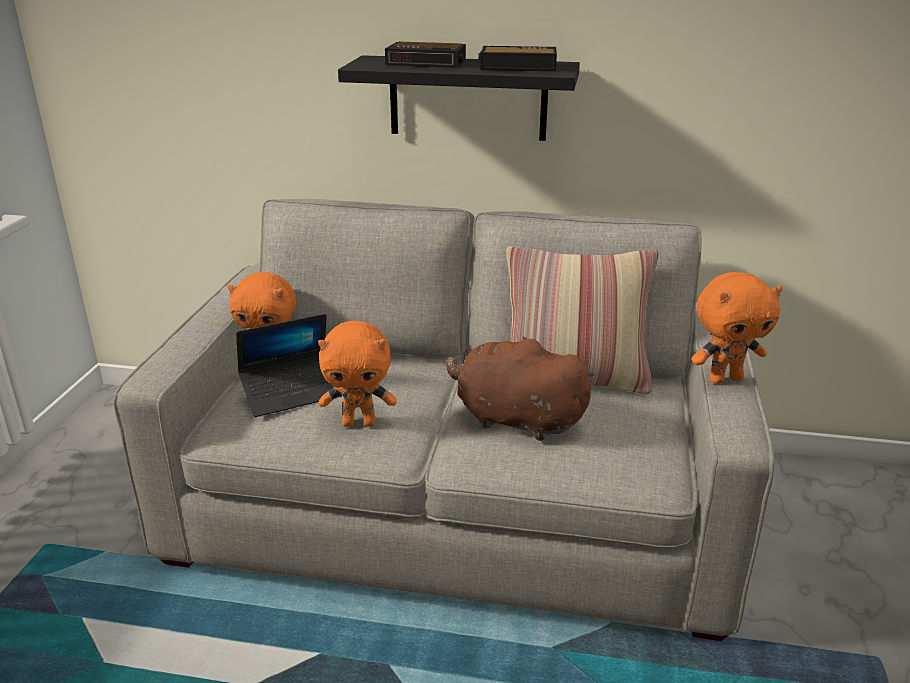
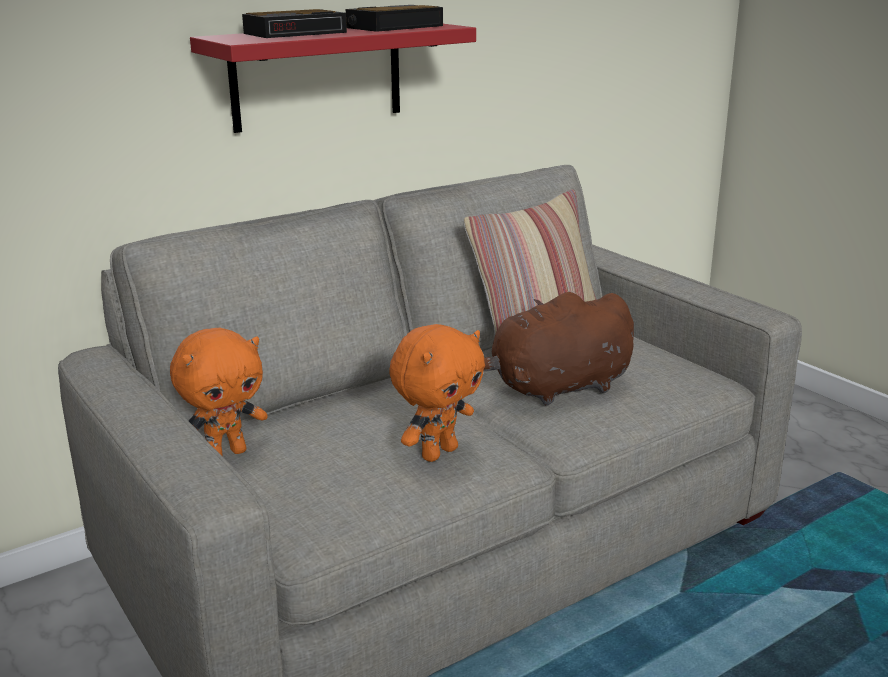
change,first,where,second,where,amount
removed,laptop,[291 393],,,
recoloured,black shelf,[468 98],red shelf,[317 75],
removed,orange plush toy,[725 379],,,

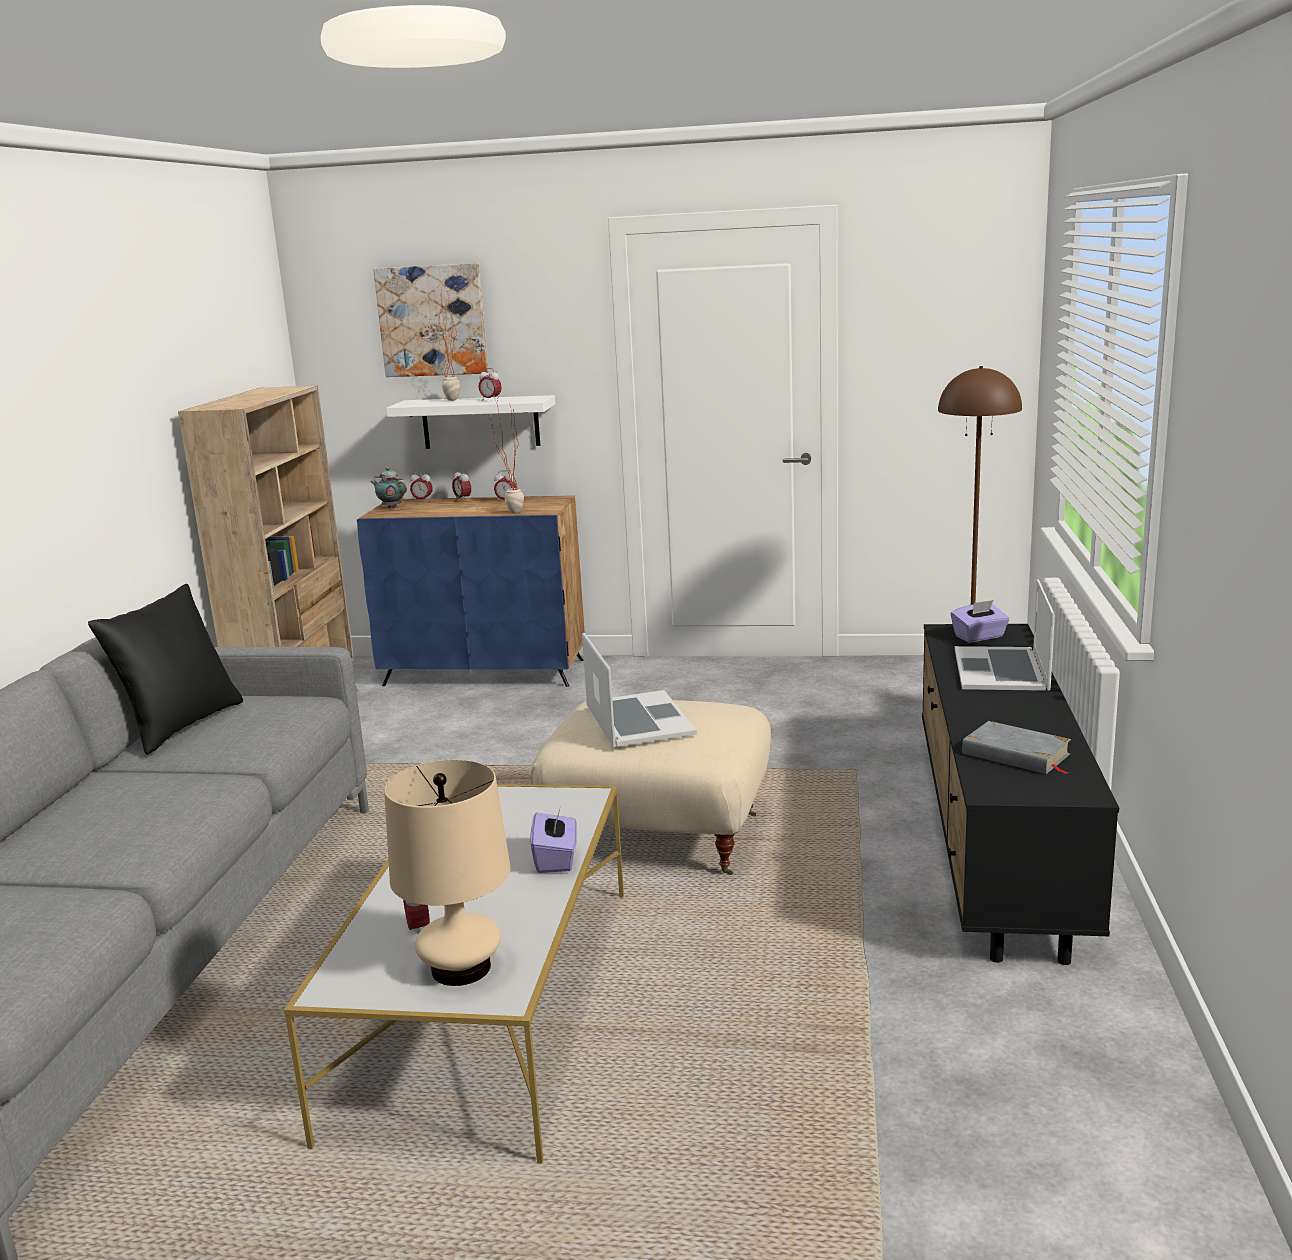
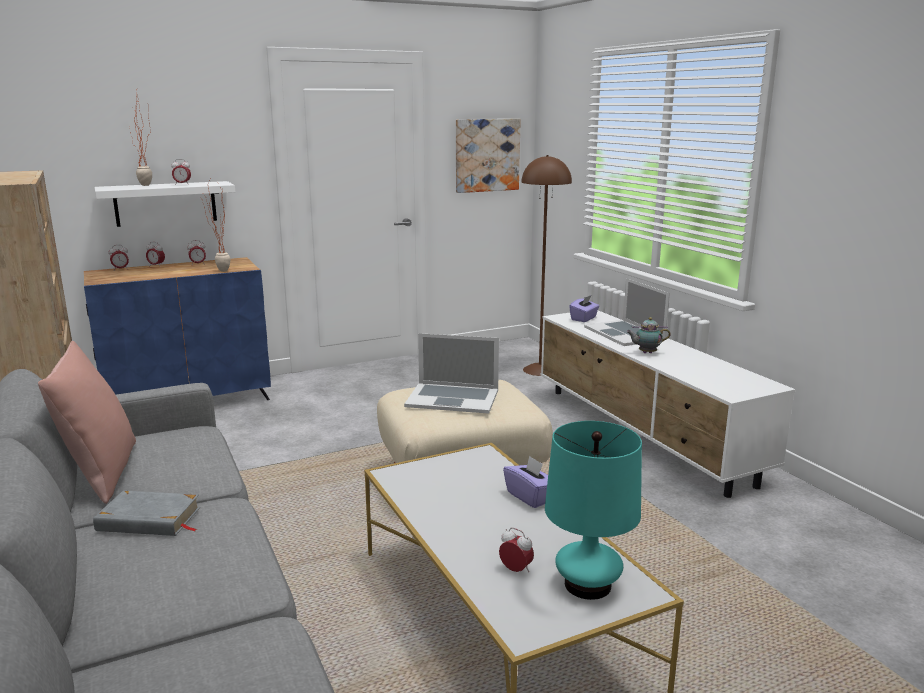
change,first,where,second,where,amount
recoloured,black pillow,[181 726],pink pillow,[101 474],
moved,teapot,[391 507],,[646 353],
moved,picture,[432 320],,[486 155],
recoloured,beige table lamp,[461 968],turquoise table lamp,[587 584],
turned,laptop,[638 719],,[452 398],150 degrees clockwise
recoloured,black tv stand,[994 839],white tv stand,[643 434],
moved,grey book,[1016 754],,[149 520],

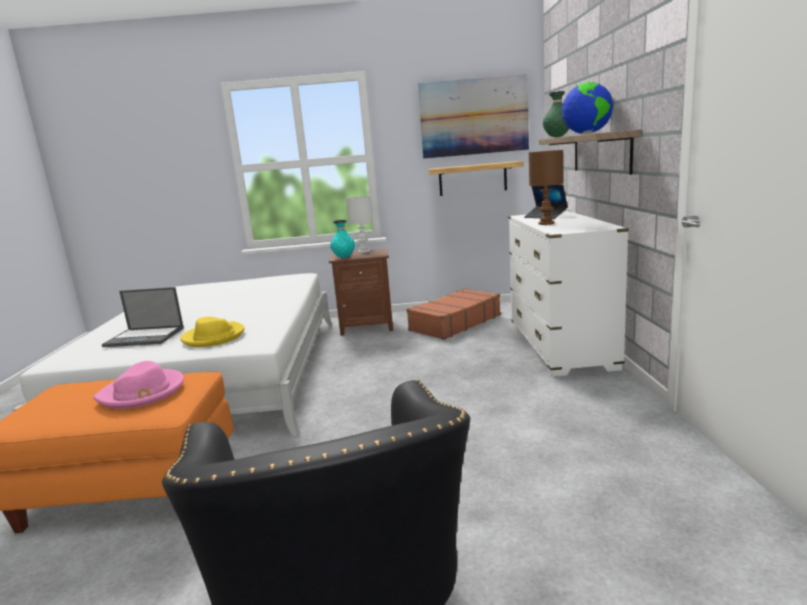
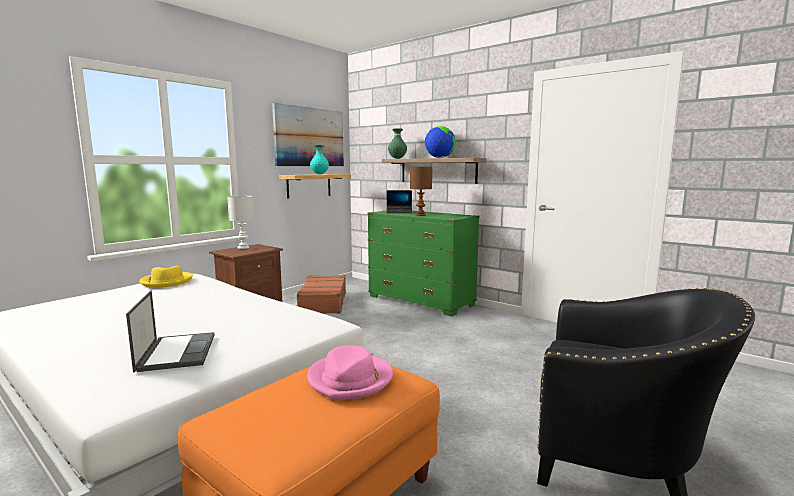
change,first,where,second,where,amount
turned,laptop,[145 337],,[177 351],60 degrees counterclockwise
moved,yellow hat,[213 337],,[166 281],
moved,turquoise vase,[344 257],,[319 174],
recoloured,white dresser,[560 347],green dresser,[420 301],

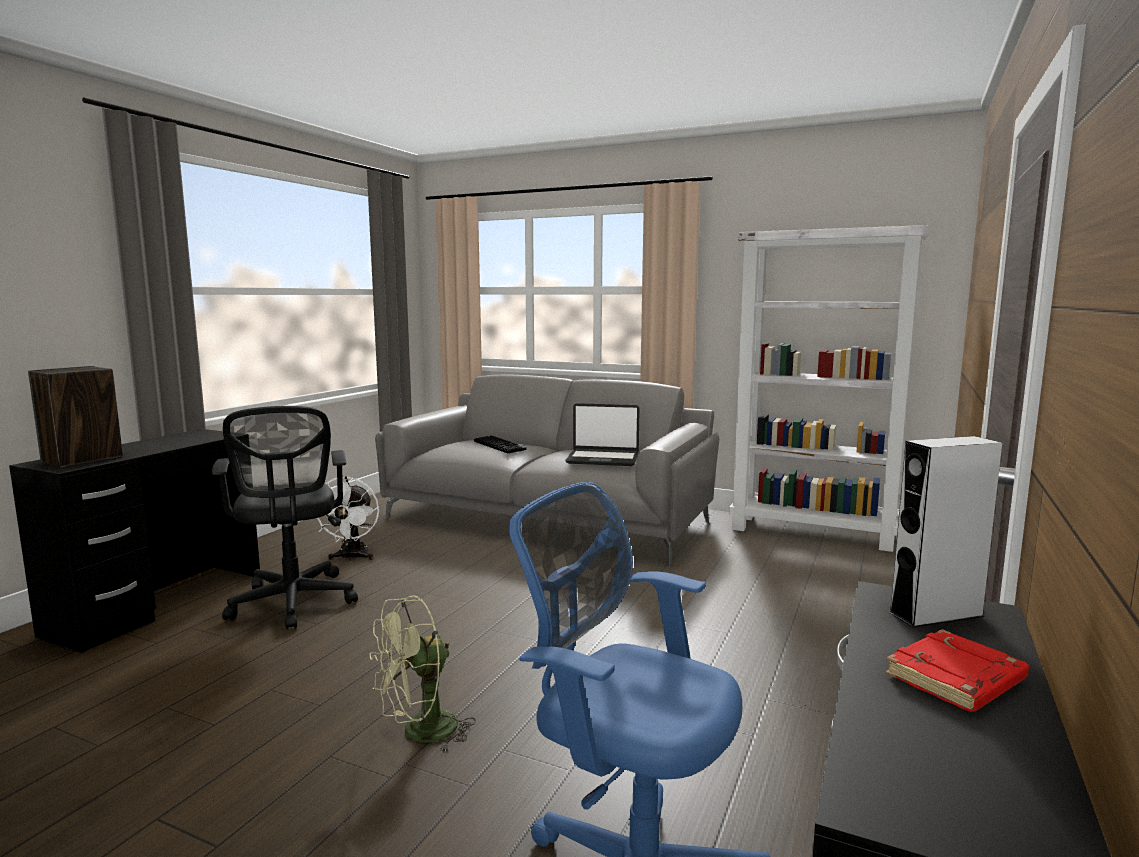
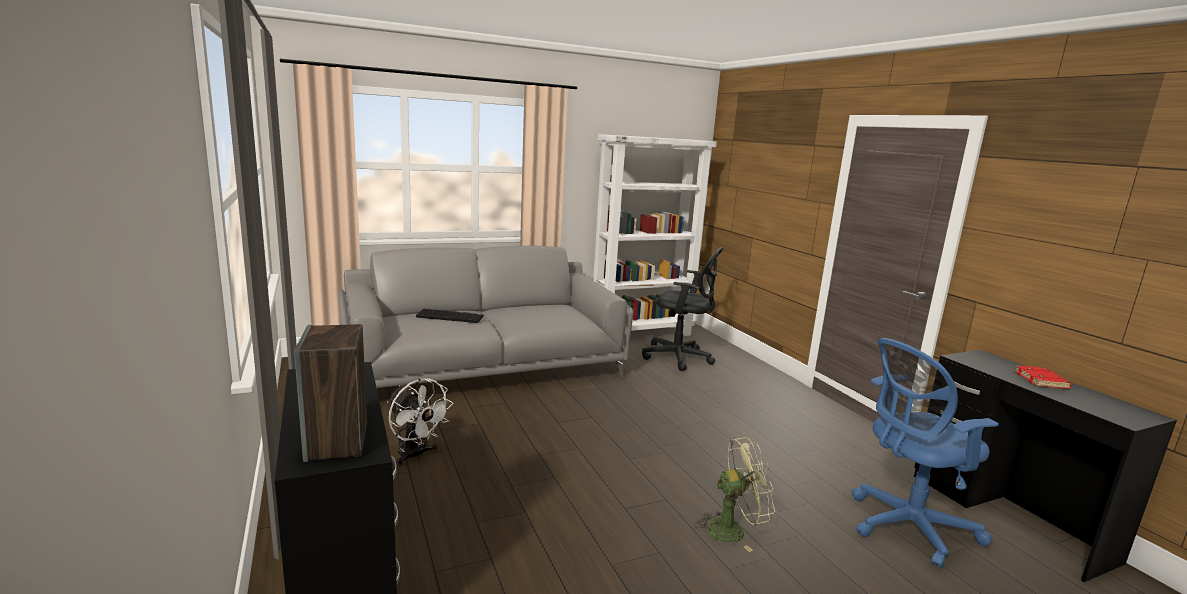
change,first,where,second,where,amount
moved,black office chair,[293 604],,[680 358],
turned,green fan,[420 733],,[733 529],105 degrees counterclockwise
removed,laptop,[602 459],,,
removed,grey speaker,[935 614],,,

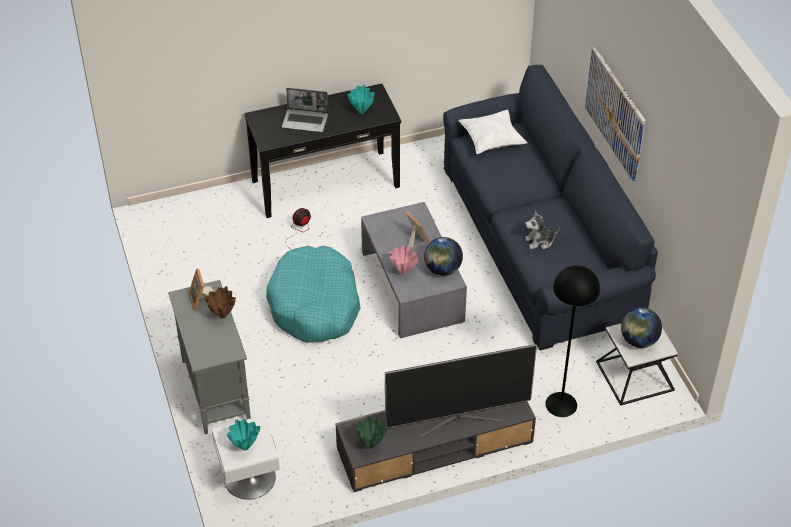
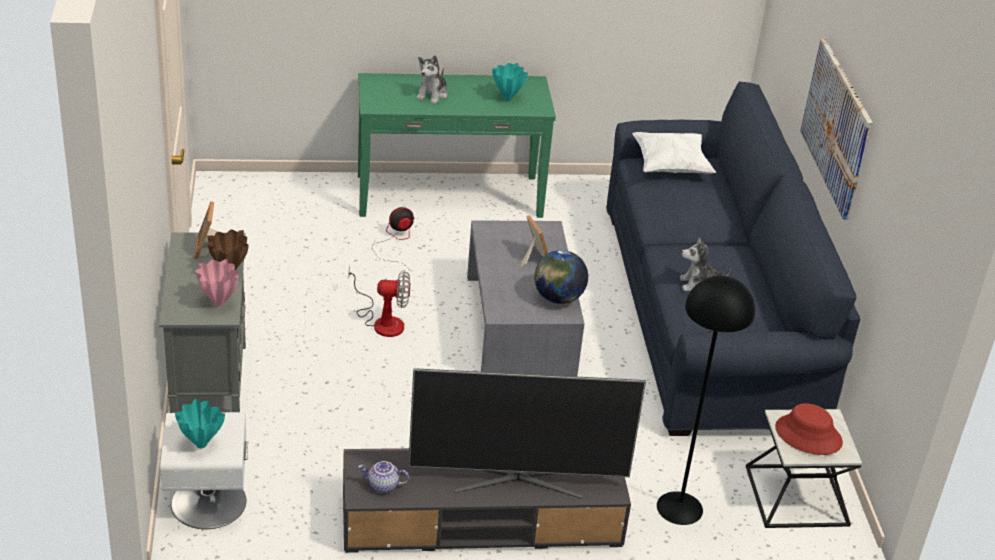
change,first,where,second,where,amount
recoloured,black console table,[325 183],green console table,[449 195],
replaced,turquoise dog bed,[315 305],fan,[382 321],
replaced,laptop,[306 121],plush toy,[432 94],
replaced,green vase,[371 445],teapot,[382 486],
moved,pink vase,[403 272],,[218 303],
replaced,globe,[638 340],red hat,[808 435],

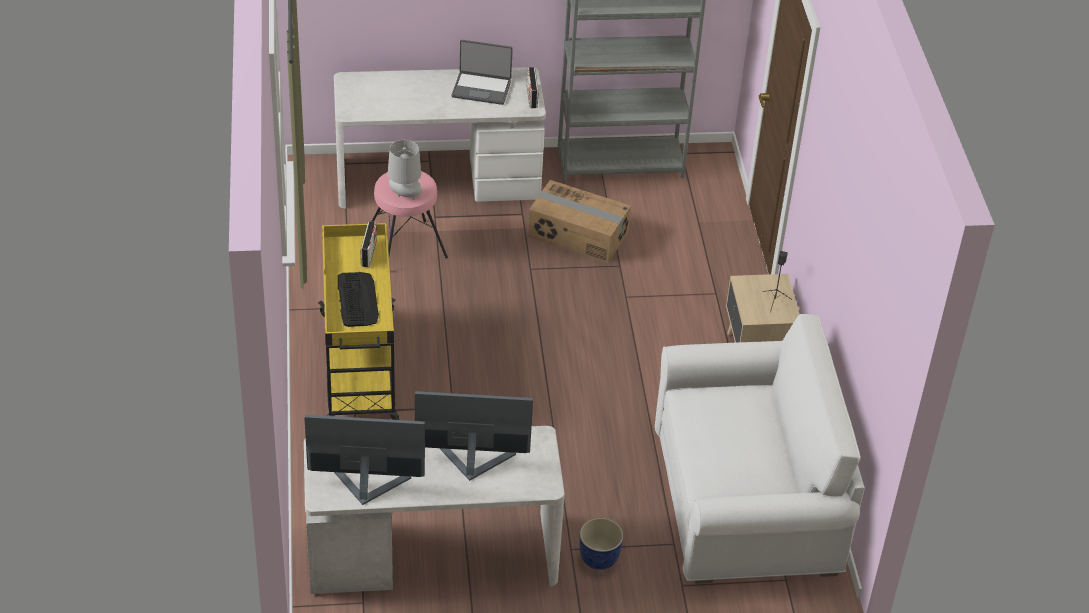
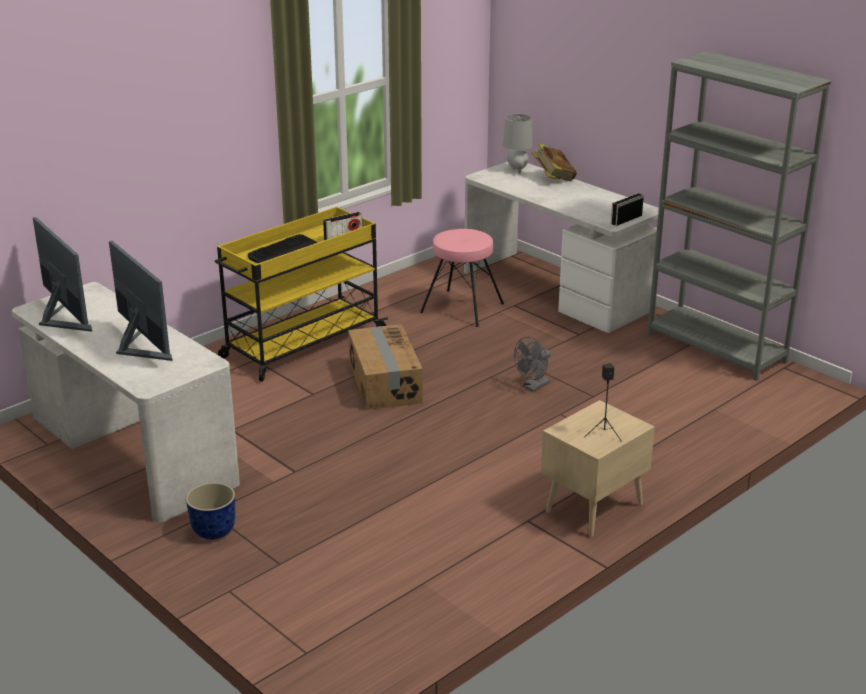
change,first,where,second,where,amount
moved,grey table lamp,[404 196],,[516 170],
removed,laptop,[481 88],,,
moved,cardboard box,[578 235],,[384 383],
removed,white sofa,[745 501],,,
added,,,grey fan,[533 386],
added,,,book,[553 179],

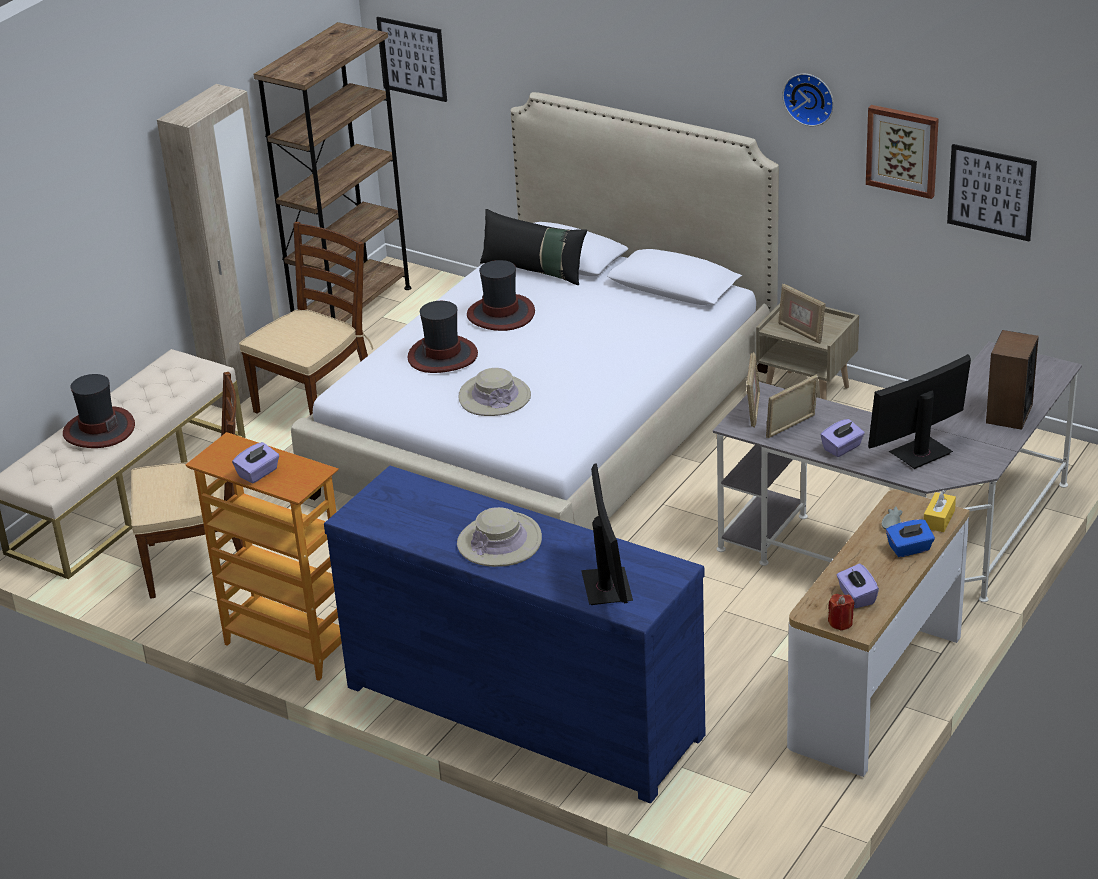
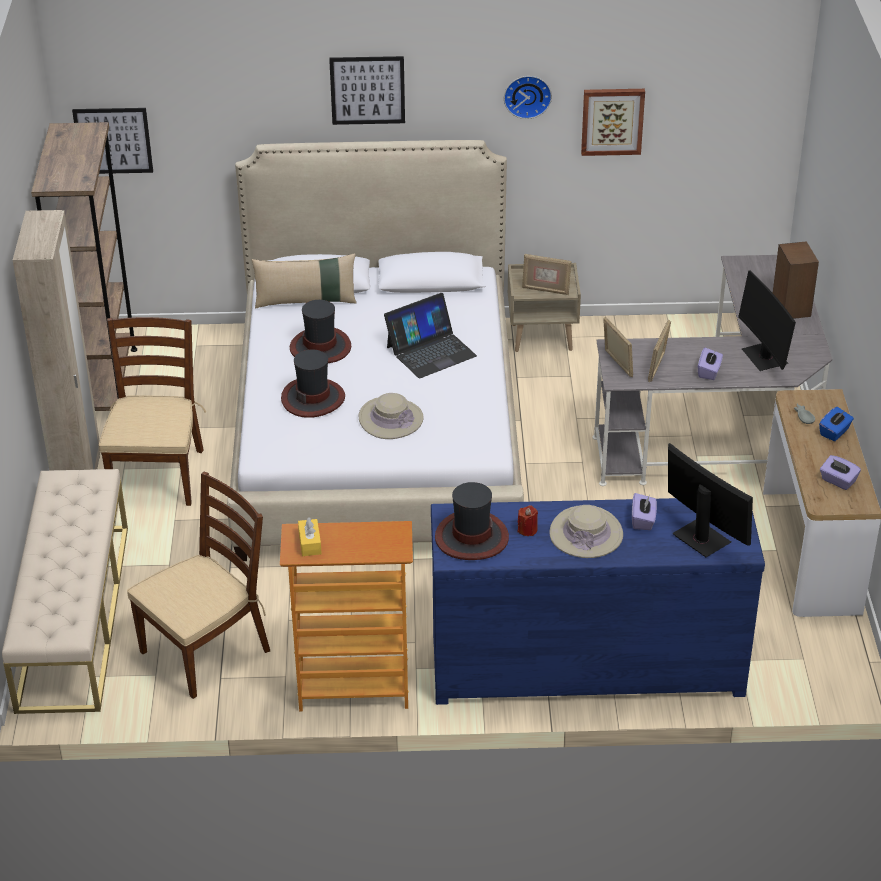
change,first,where,second,where,amount
moved,hat,[98 429],,[471 537],
moved,purple tissue box,[258 473],,[643 520],
recoloured,black pillow,[534 270],beige pillow,[306 301],
moved,red candle,[840 623],,[527 530],
turned,monitor,[920 453],,[764 357],45 degrees counterclockwise
moved,yellow tissue box,[939 519],,[310 543],
moved,picture,[991 192],,[367 90],
added,,,laptop,[430 351],

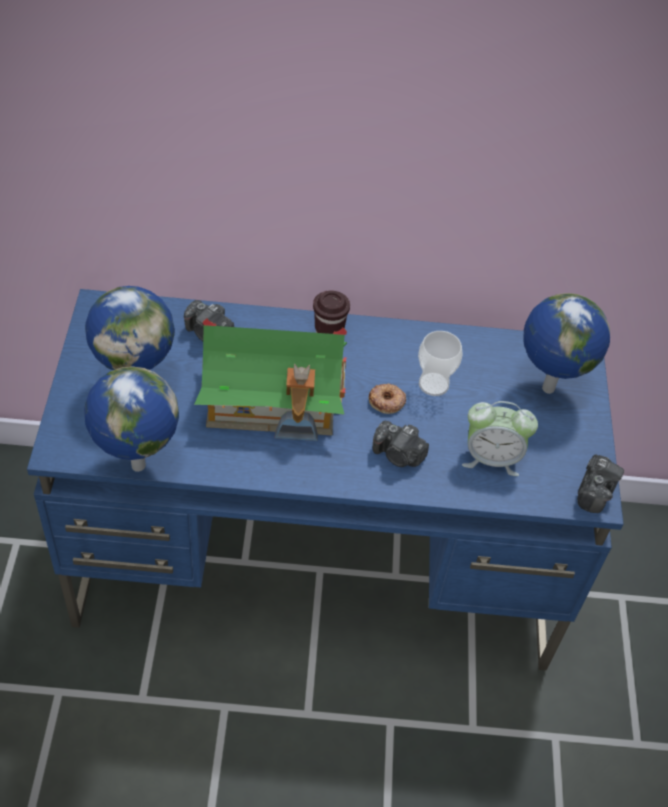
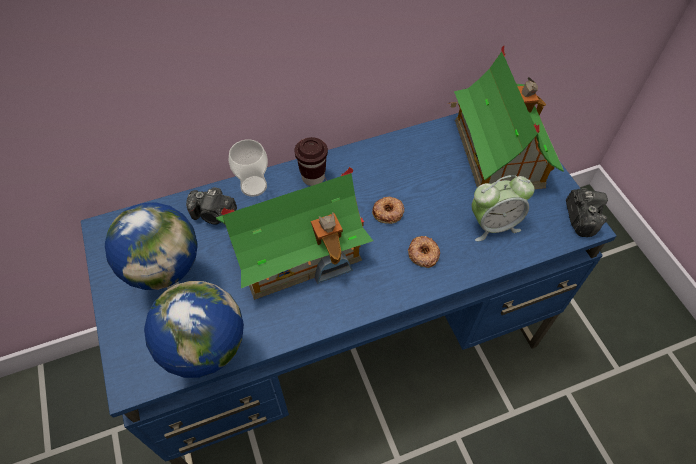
change,first,where,second,where,amount
replaced,photo camera,[398 455],donut,[423 254],
moved,cup,[433 384],,[253 186],
replaced,globe,[546 388],toy house,[498 151],

